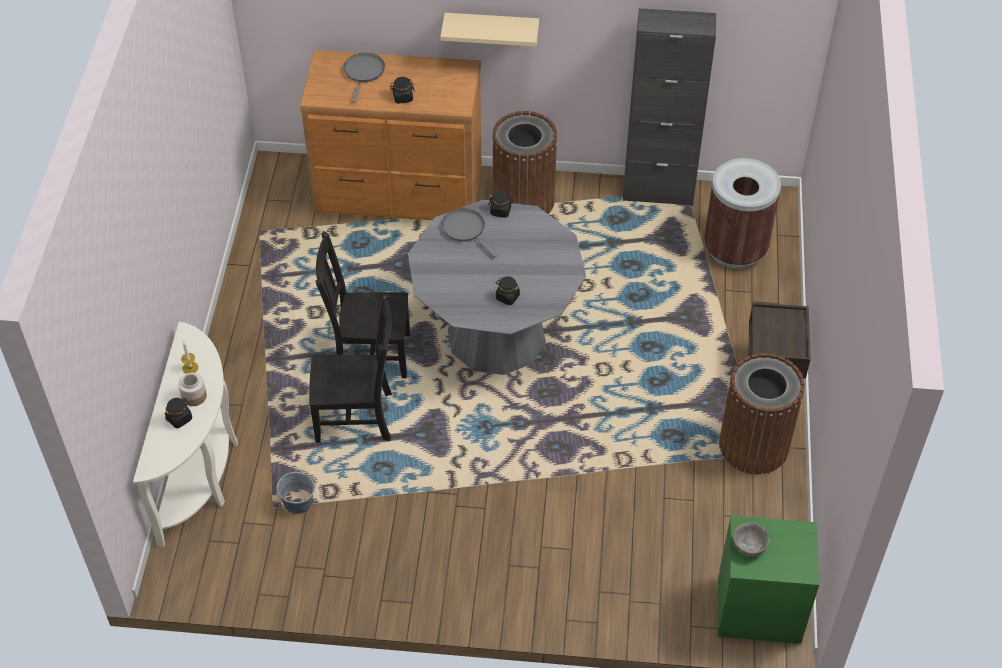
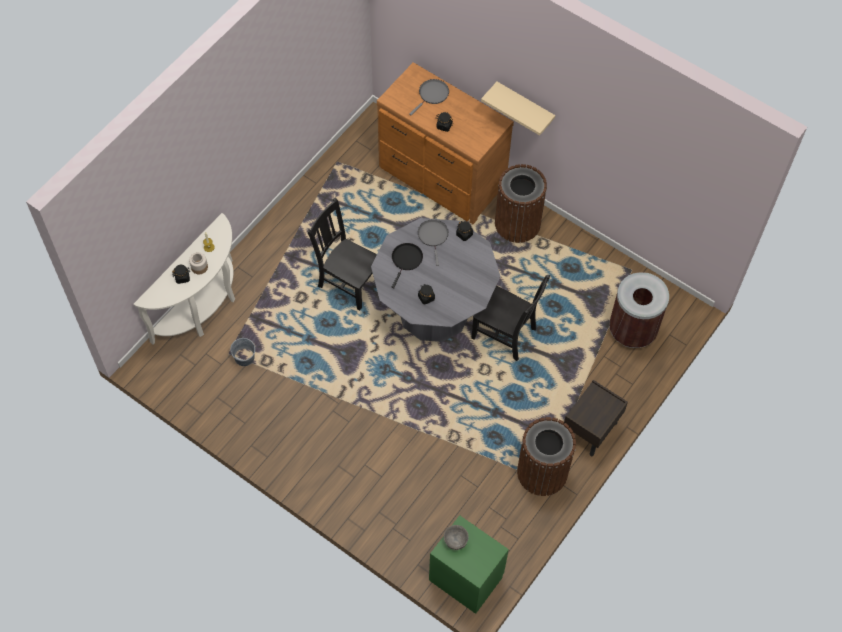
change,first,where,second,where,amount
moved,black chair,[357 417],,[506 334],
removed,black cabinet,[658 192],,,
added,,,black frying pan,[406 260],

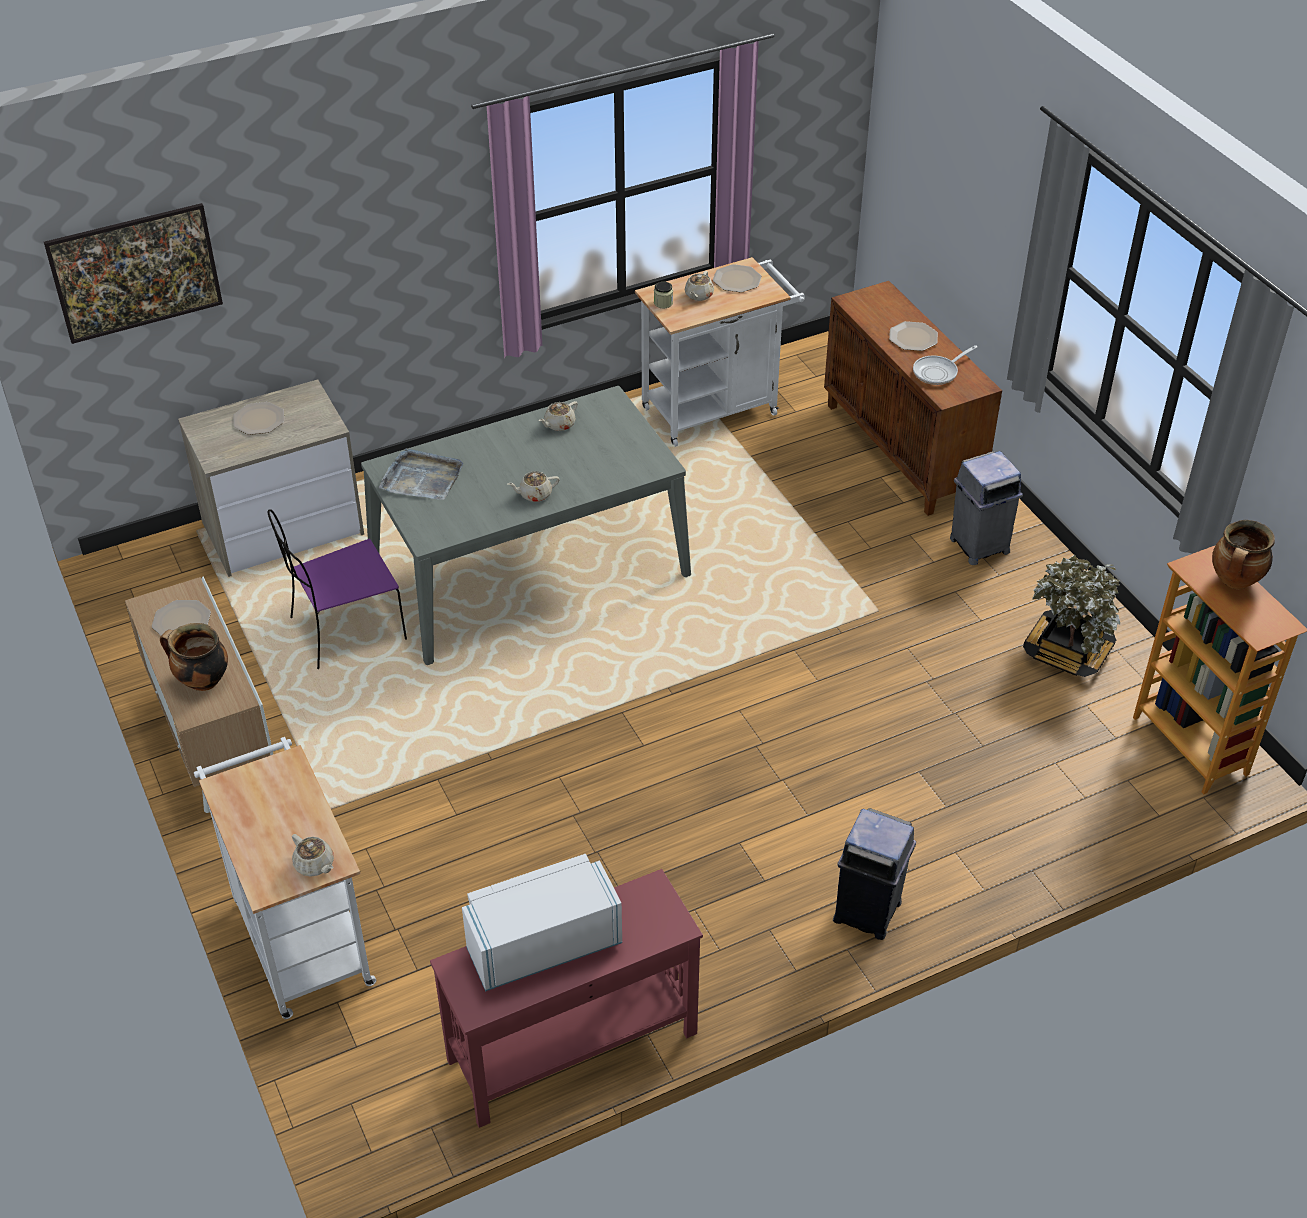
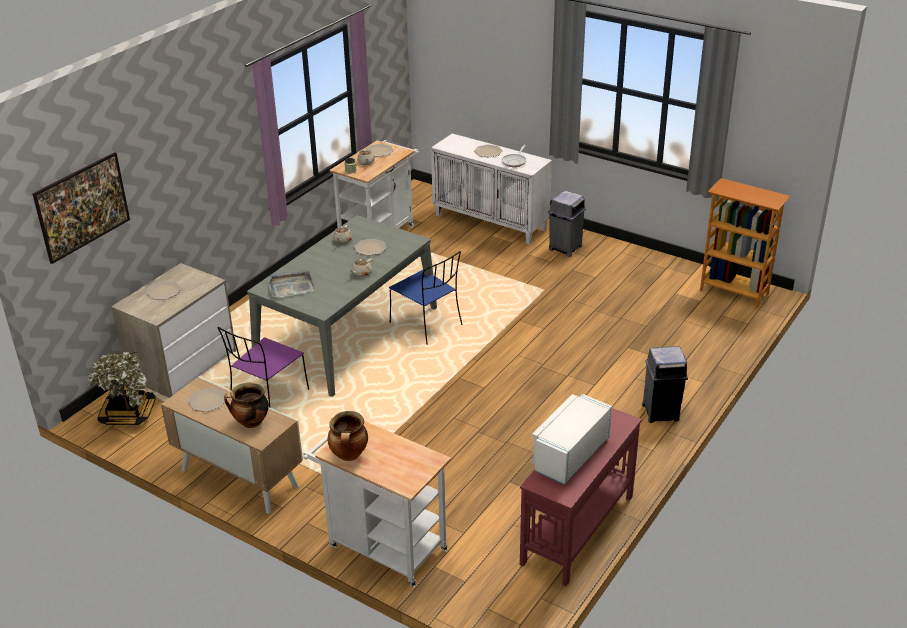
change,first,where,second,where,amount
removed,beige teapot,[315 865],,,
recoloured,brown cabinet,[902 451],white cabinet,[491 222],
moved,potted plant,[1067 651],,[128 414],
moved,cooking pot,[1235 581],,[349 455],
added,,,plate,[370 248],
added,,,blue chair,[427 325],

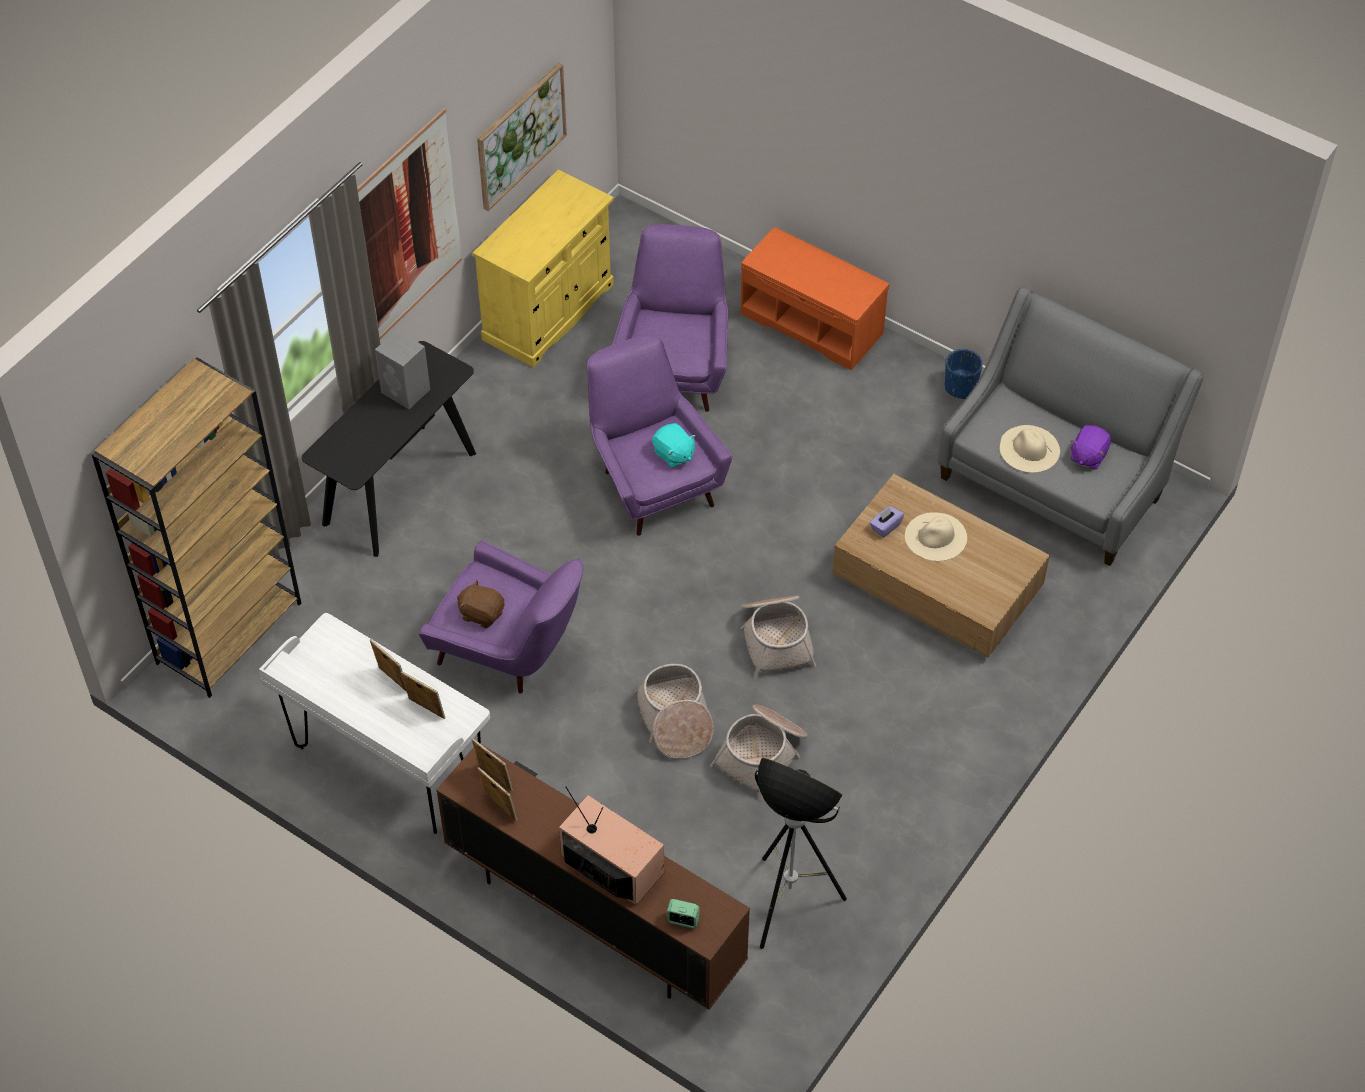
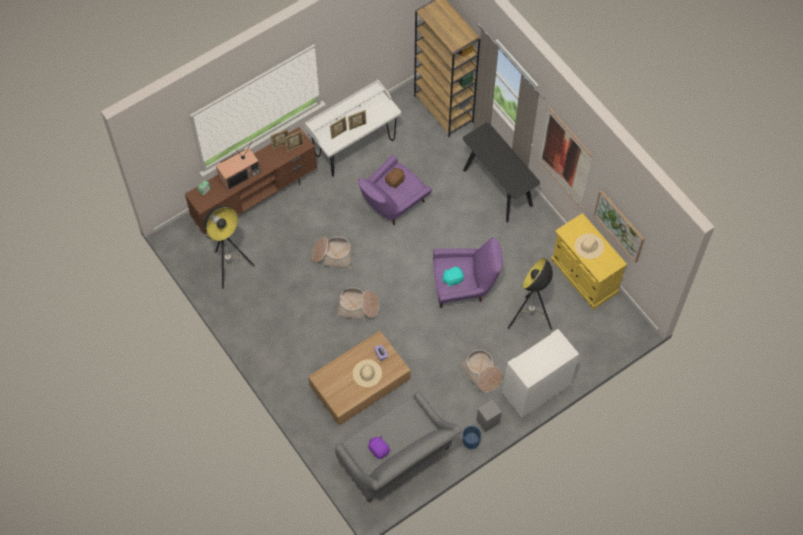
change,first,where,second,where,amount
moved,grey speaker,[406 391],,[487 422],
replaced,purple armchair,[674 367],floor lamp,[530 319],
moved,basket,[762 754],,[481 373],
replaced,orange bench,[813 323],white cabinet,[536 390],
moved,beige hat,[1029 449],,[589 246],

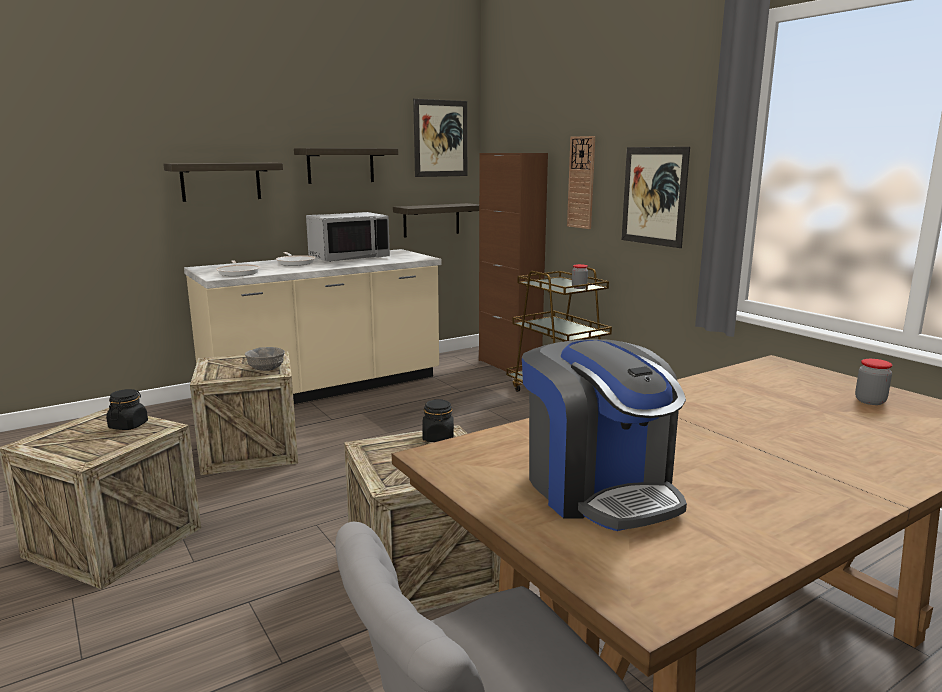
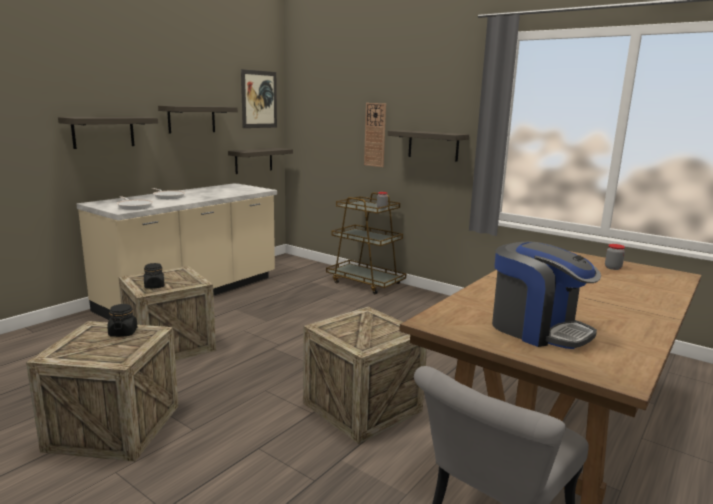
change,first,where,second,where,amount
removed,grey bowl,[265 369],,,
removed,grey microwave,[348 258],,,
moved,black jar,[438 438],,[154 286],
removed,brown cabinet,[509 366],,,
replaced,picture,[654 196],shelf,[433 145],

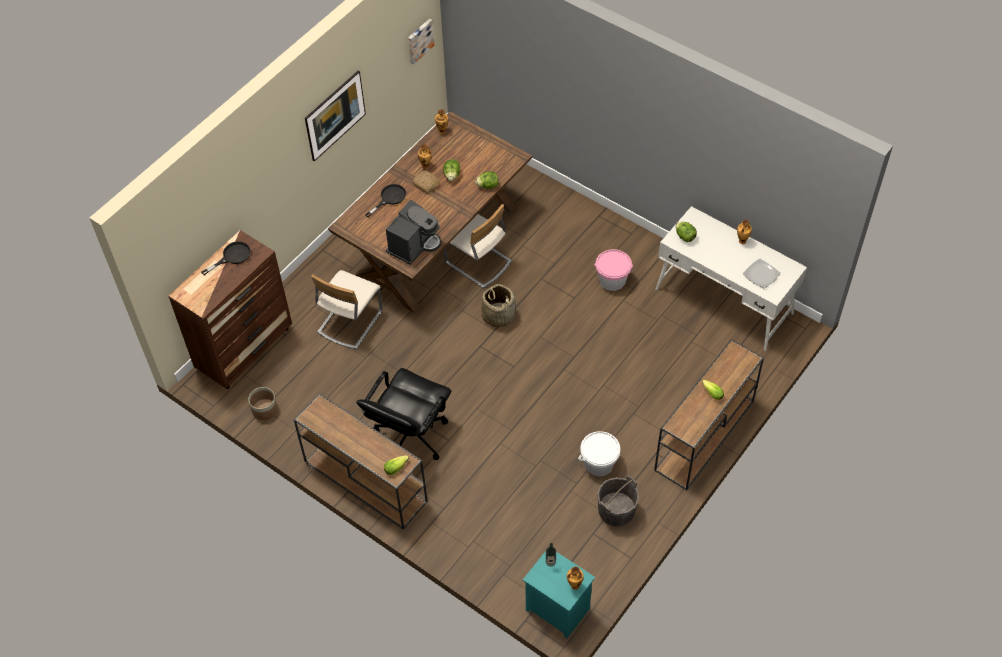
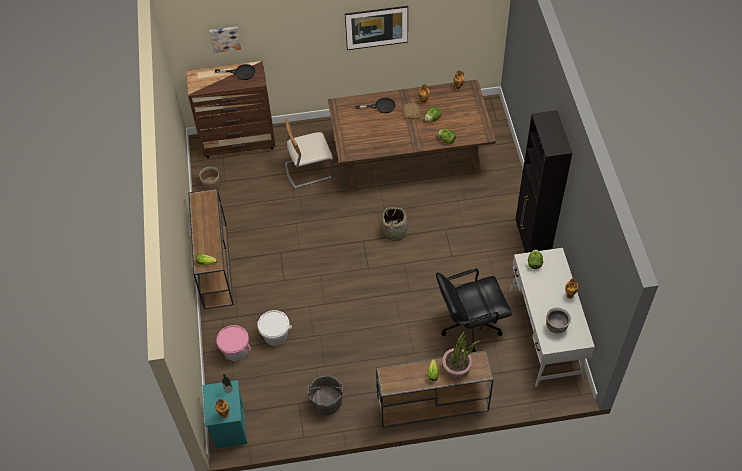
change,first,where,second,where,amount
moved,black office chair,[410 436],,[469 326],
removed,coffee machine,[414 245],,,
moved,picture,[419 40],,[225 38],
removed,beige chair,[478 263],,,
moved,white bucket,[599 463],,[275 335],
moved,pink bucket,[612 280],,[235 350],
replaced,plate,[761 274],brown cooking pot,[556 326],
added,,,potted plant,[457 367],
added,,,black cabinet,[531 245],

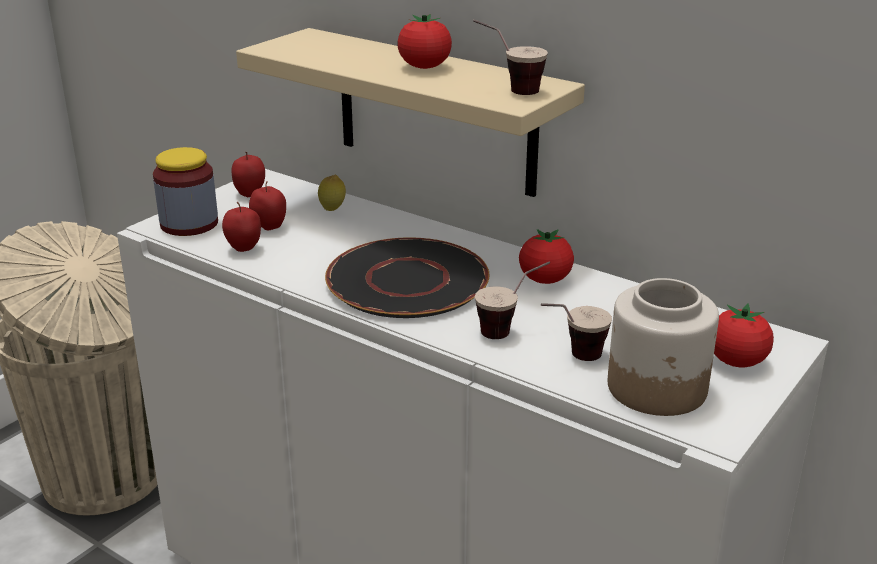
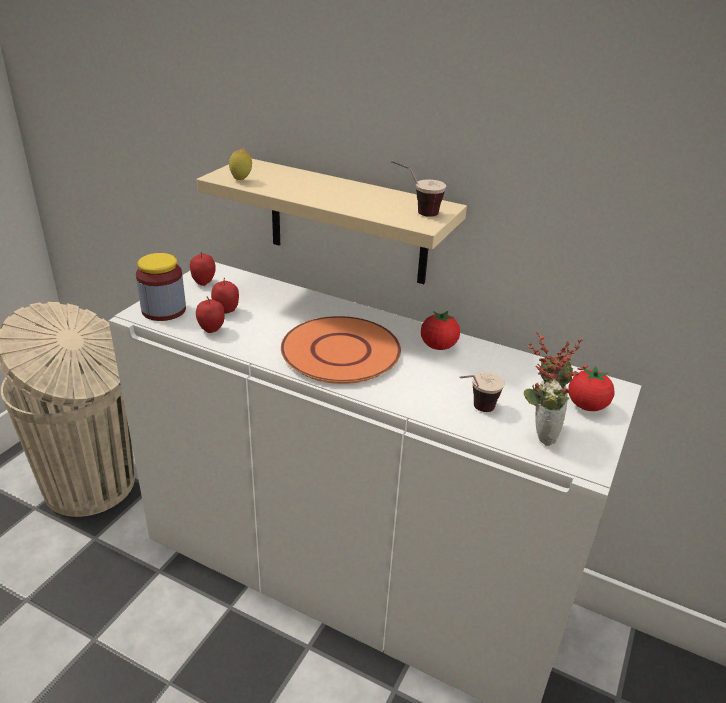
change,first,where,second,where,amount
moved,lemon,[332 210],,[241 180],
recoloured,black plate,[408 281],orange plate,[341 352],
removed,tomato,[424 67],,,
removed,cup,[511 330],,,
replaced,jar,[658 388],potted plant,[540 431],

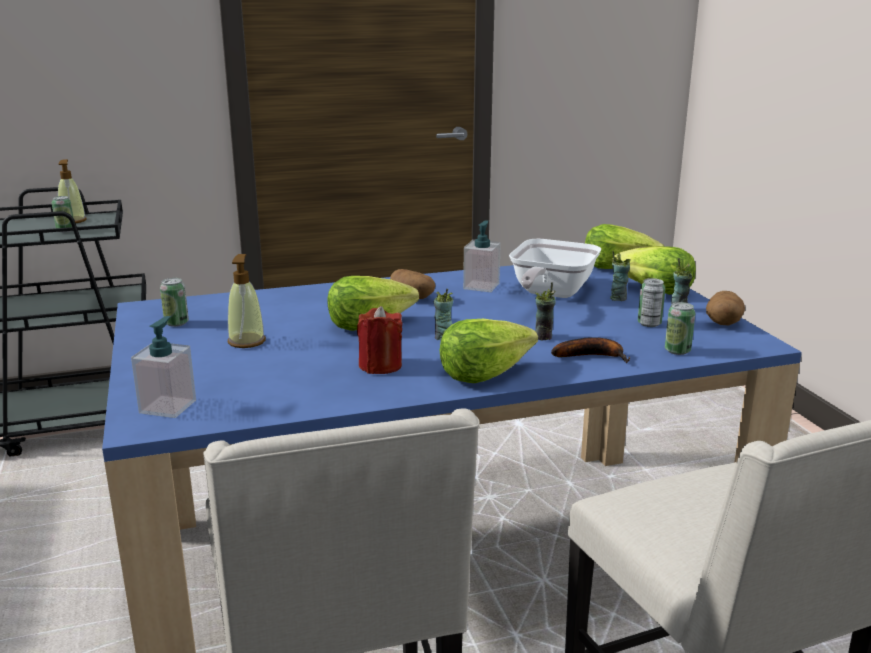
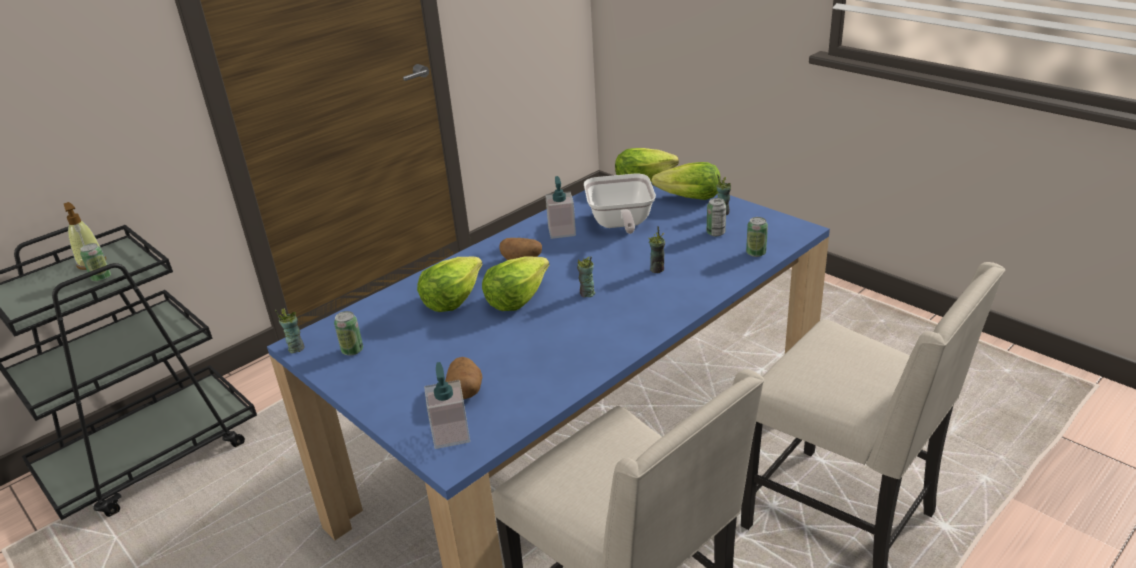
change,first,where,second,where,amount
removed,soap dispenser,[247 341],,,
removed,red candle,[380 366],,,
moved,lettuce,[484 373],,[452 299],
removed,banana,[592 356],,,
moved,cup,[618 298],,[296 348],
moved,potato,[723 322],,[465 391],

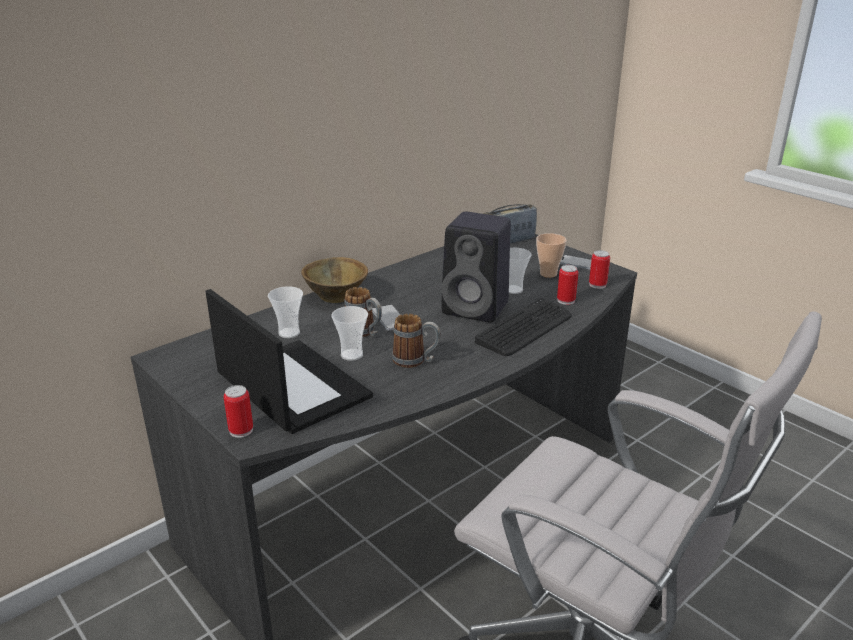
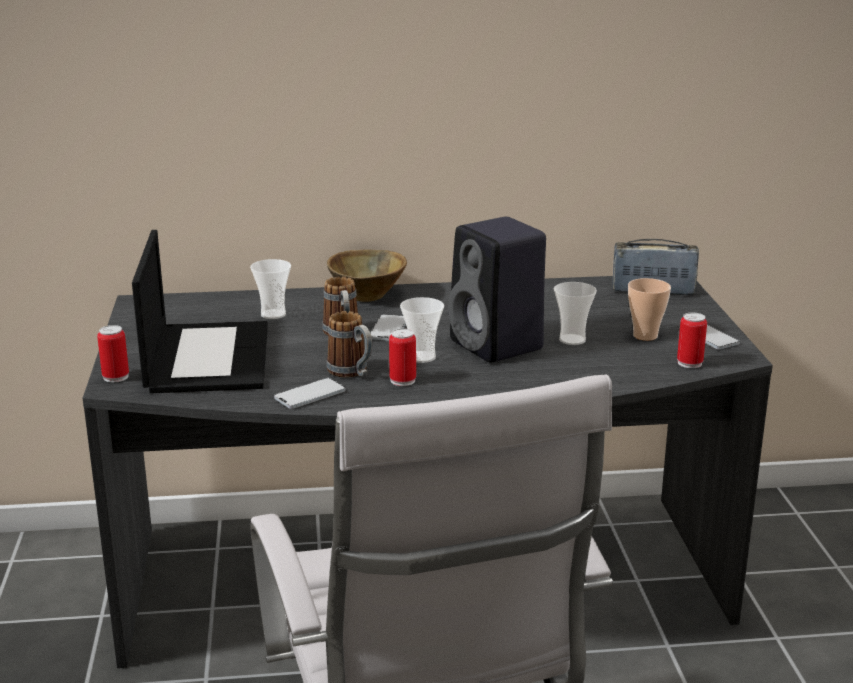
change,first,where,second,where,amount
moved,cup,[352 355],,[422 357],
removed,keyboard,[525 328],,,
moved,can,[566 300],,[402 380],
added,,,phone,[310 395],

